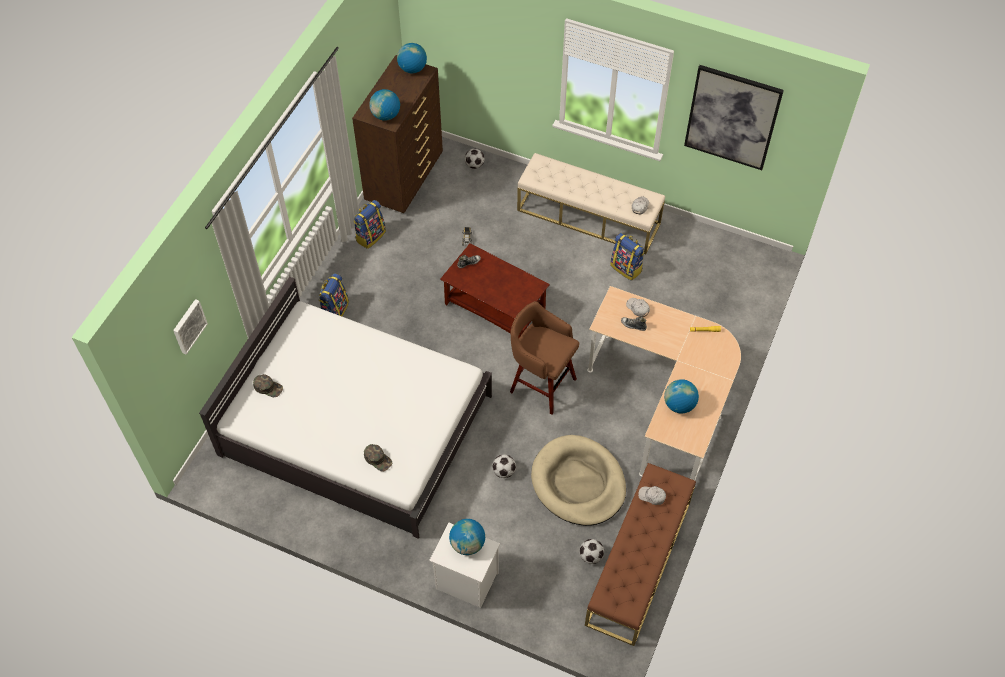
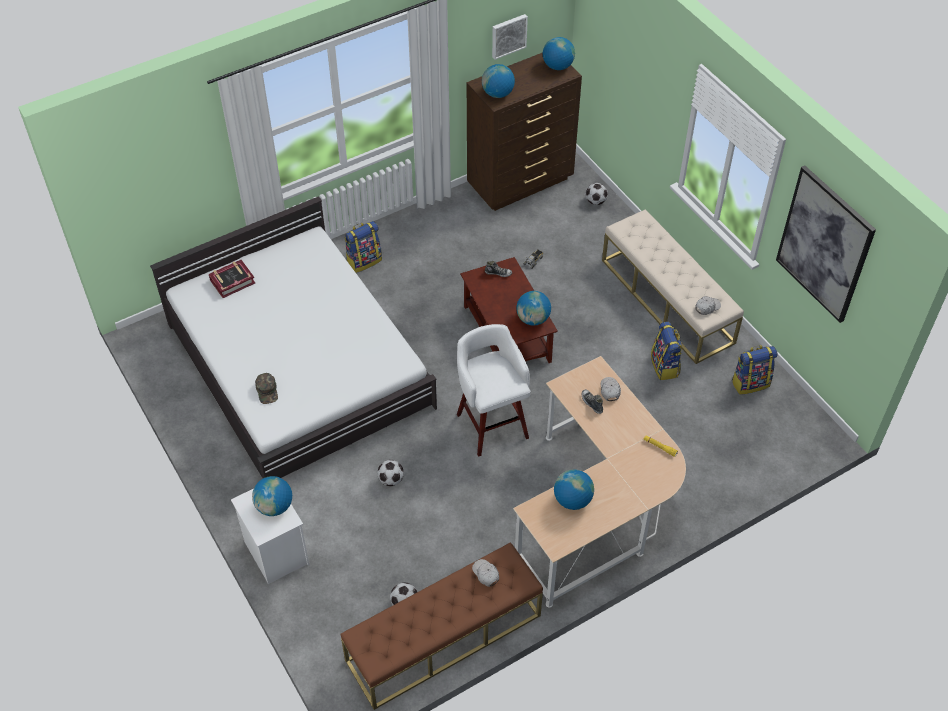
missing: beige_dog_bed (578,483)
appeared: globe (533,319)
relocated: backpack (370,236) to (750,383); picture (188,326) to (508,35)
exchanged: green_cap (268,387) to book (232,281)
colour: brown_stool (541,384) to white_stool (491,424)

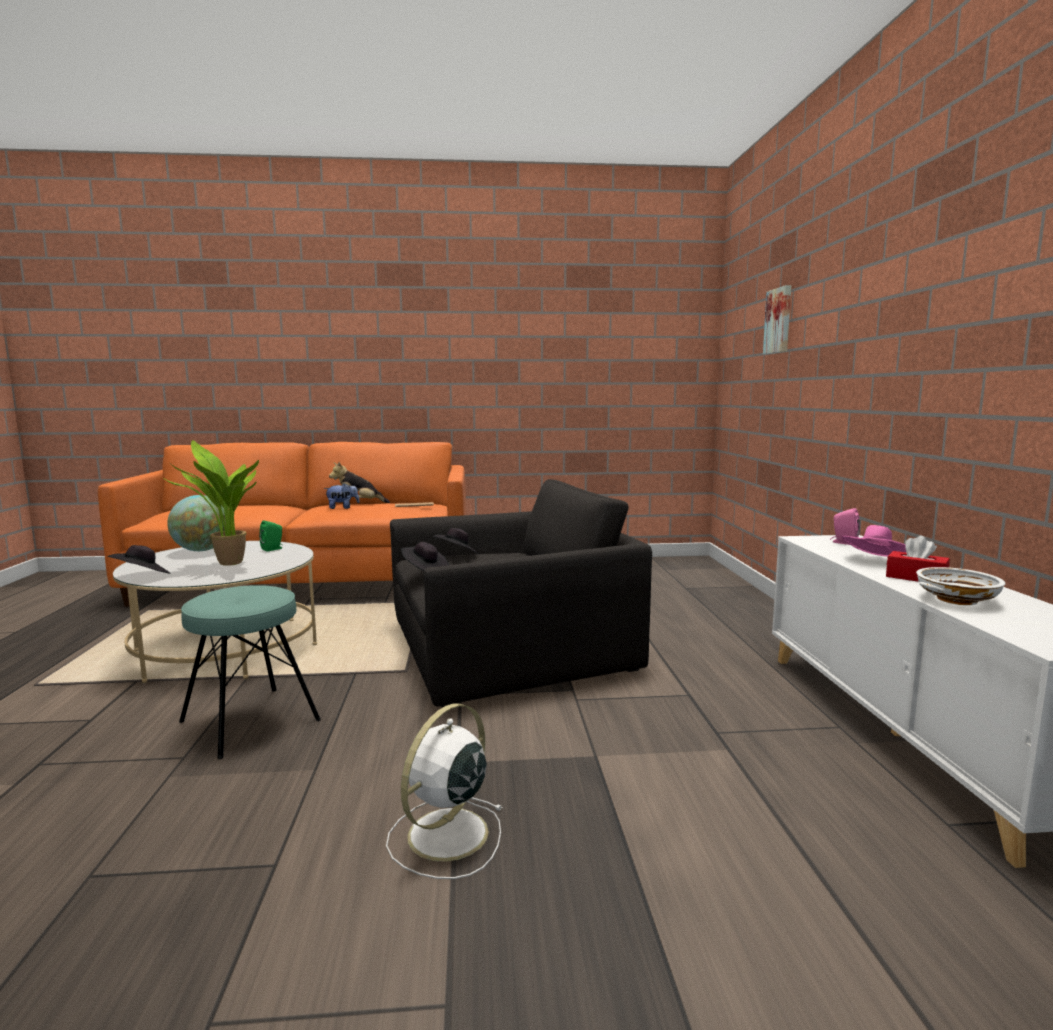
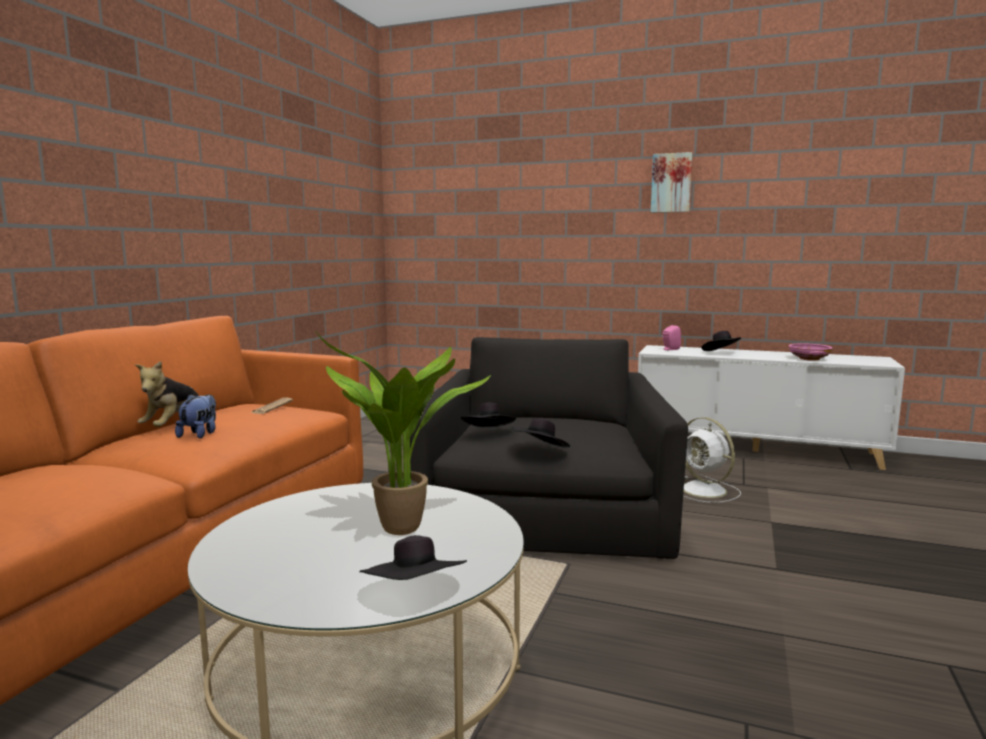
missing: globe (202,550); green_speaker (273,549); red_tissue_box (916,578); turquoise_stool (249,721)
relocated: picture (779,321) to (671,183); white_fan (445,836) to (705,490)
colour: pink_hat (874,561) to black_hat (721,353); white_bowl (956,599) to pink_bowl (808,359)

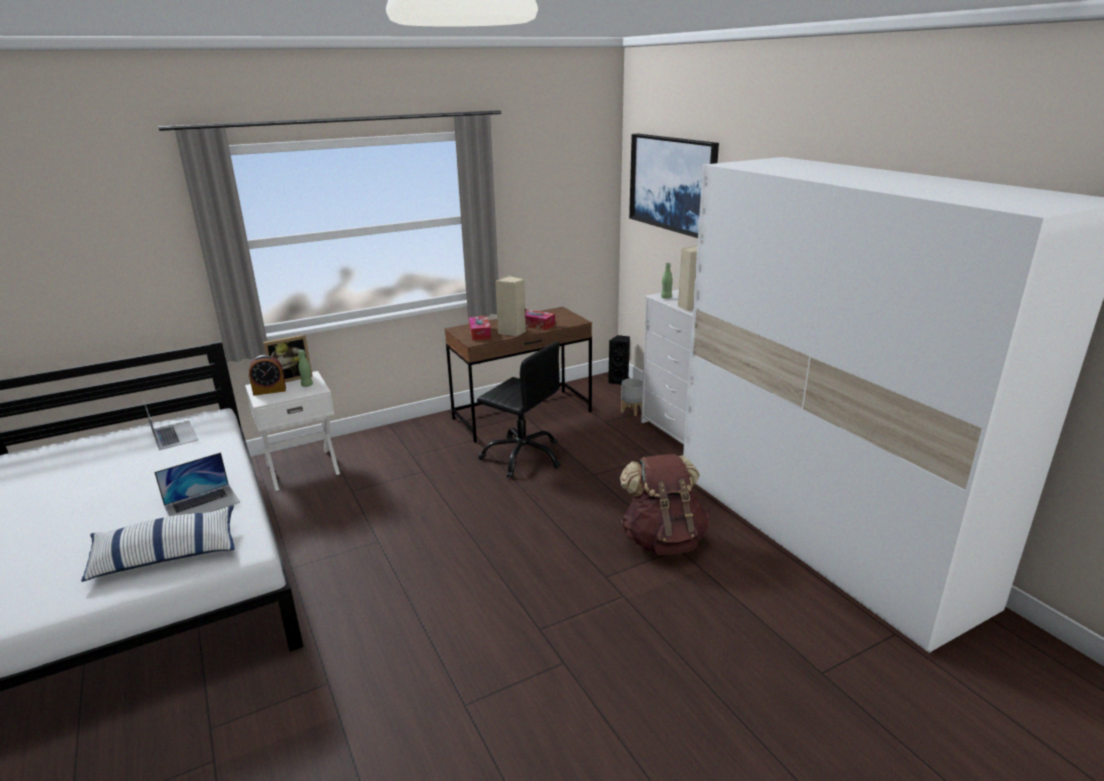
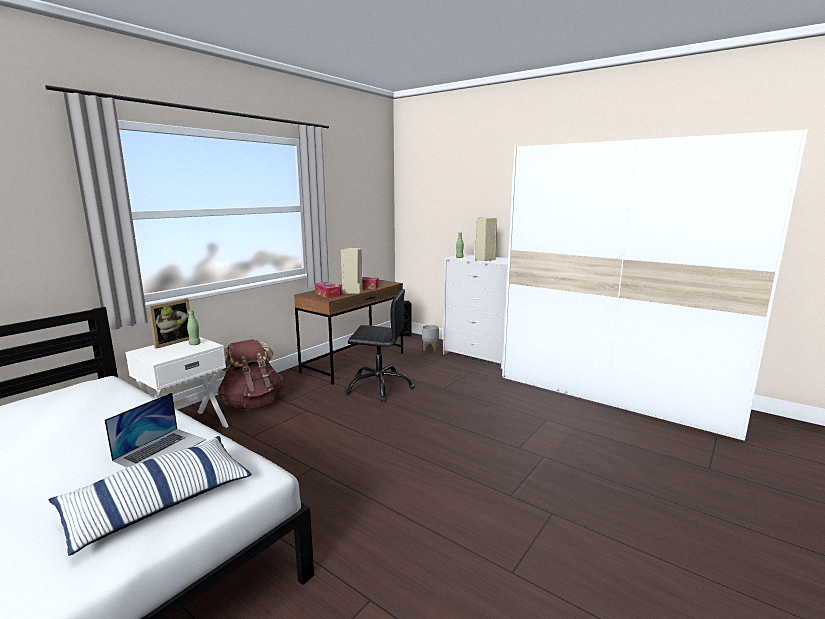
missing: picture (672,183); alarm_clock (269,390); laptop (174,435)
relocated: brown_backpack (663,540) to (252,403)

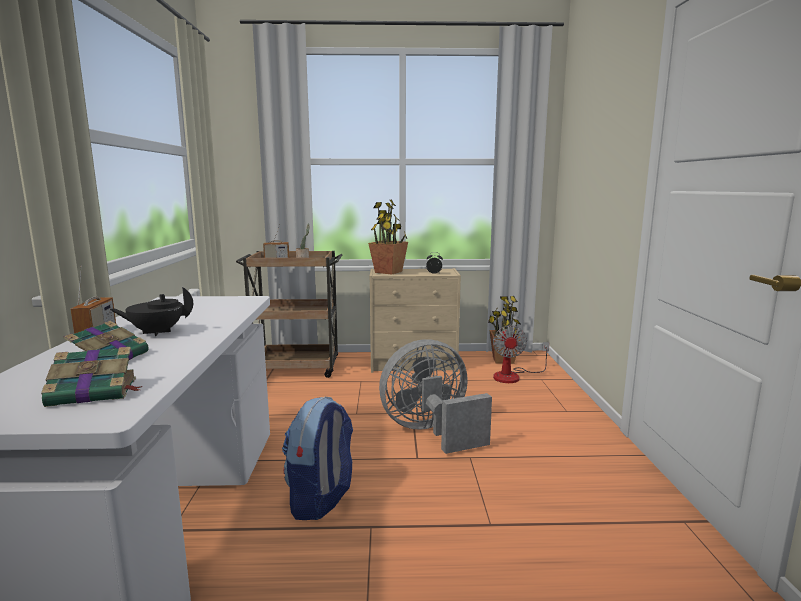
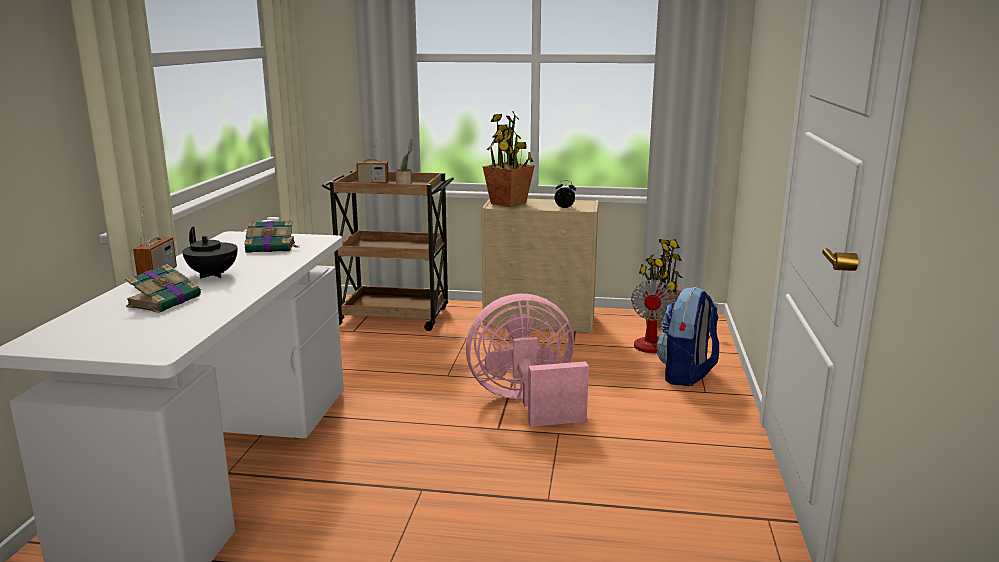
relocated: book (95,392) to (272,247); backpack (321,499) to (686,375)
colour: grey_fan (431,432) to pink_fan (526,402)
spun: black_teapot (156,332) = (213,275) 135 degrees counterclockwise

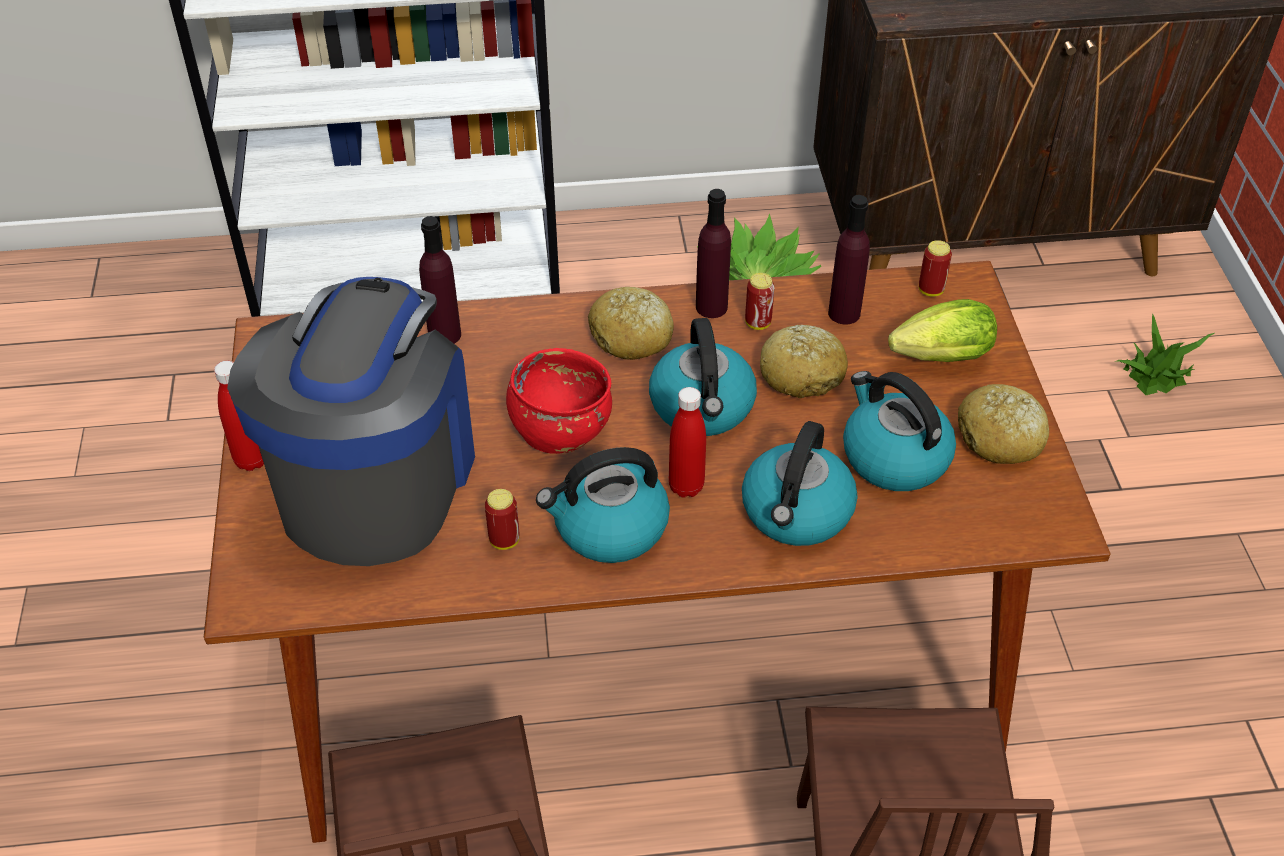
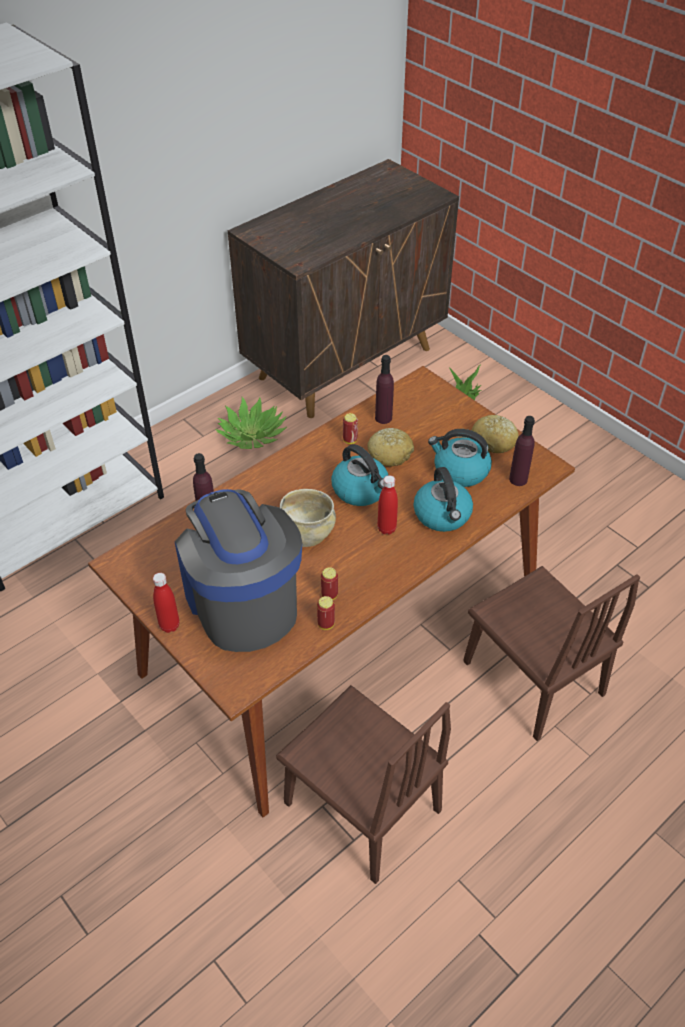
missing: bread (631,336); lettuce (936,358); kettle (609,528)
relocated: purple_bottle (711,307) to (518,479); can (931,290) to (326,624)
colour: red_bowl (560,430) to beige_bowl (307,533)

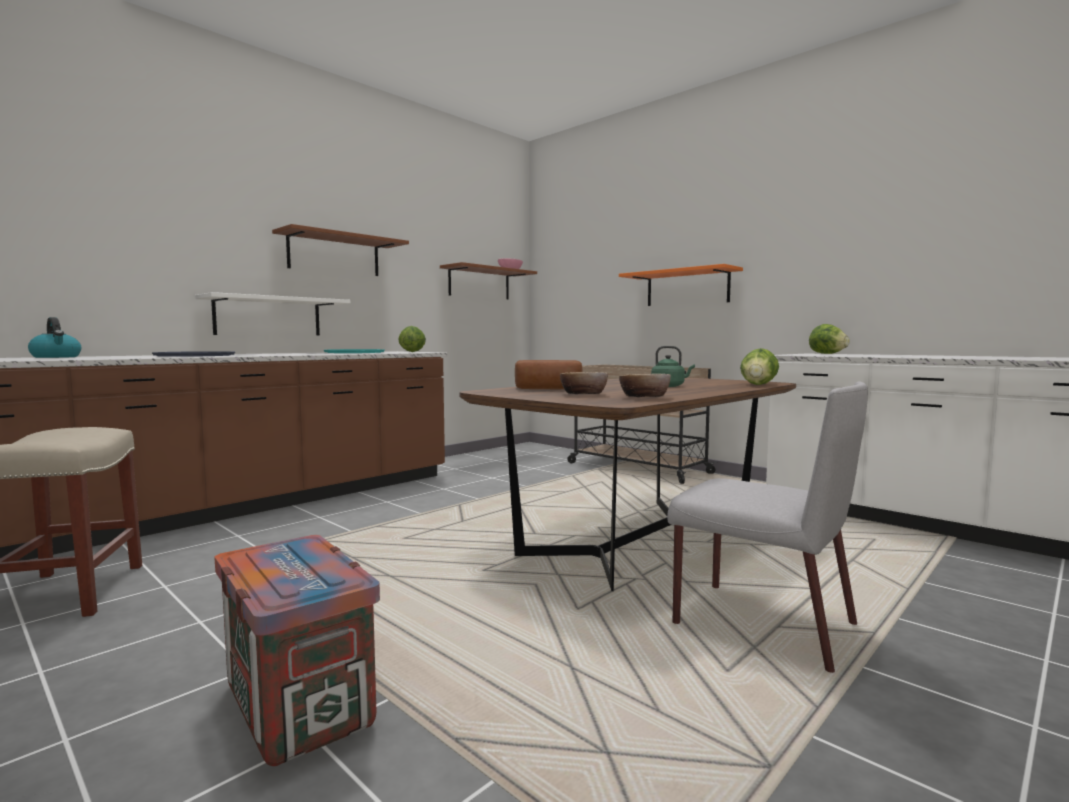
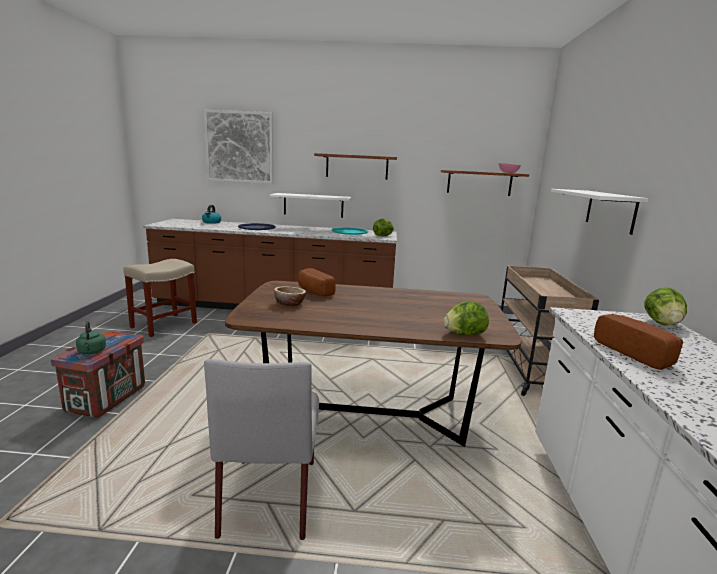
missing: bowl (644,397)
appeared: picture (239,147); bread (636,353)
relocated: green_kettle (669,386) to (92,352)
colour: orange_shelf (687,288) to white_shelf (610,210)

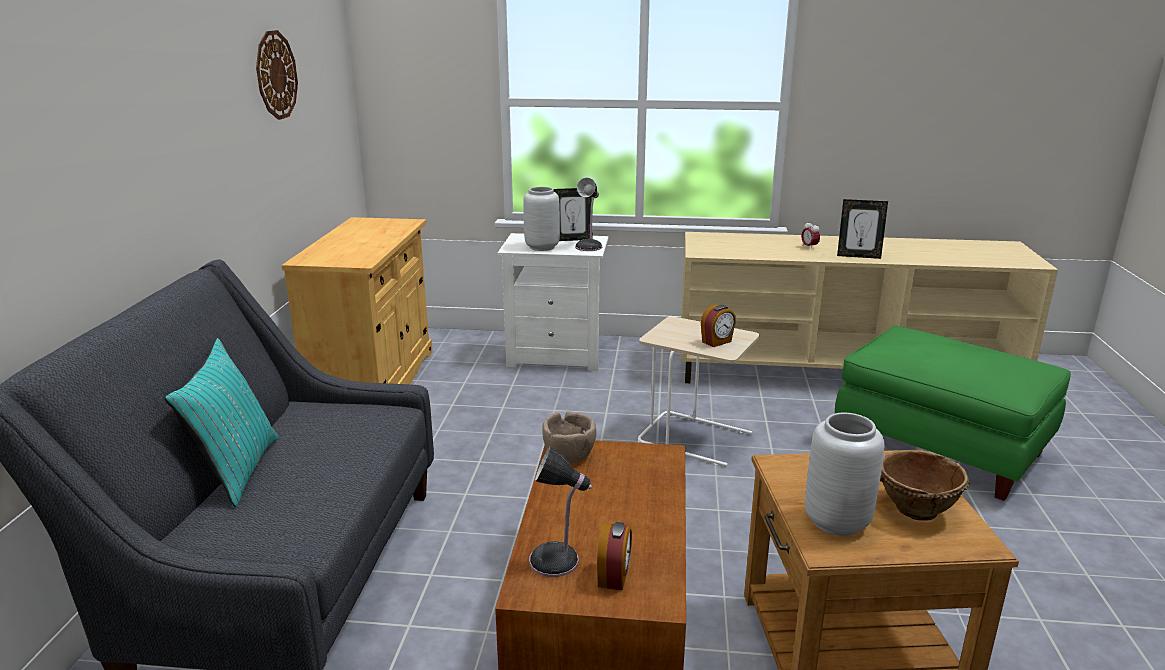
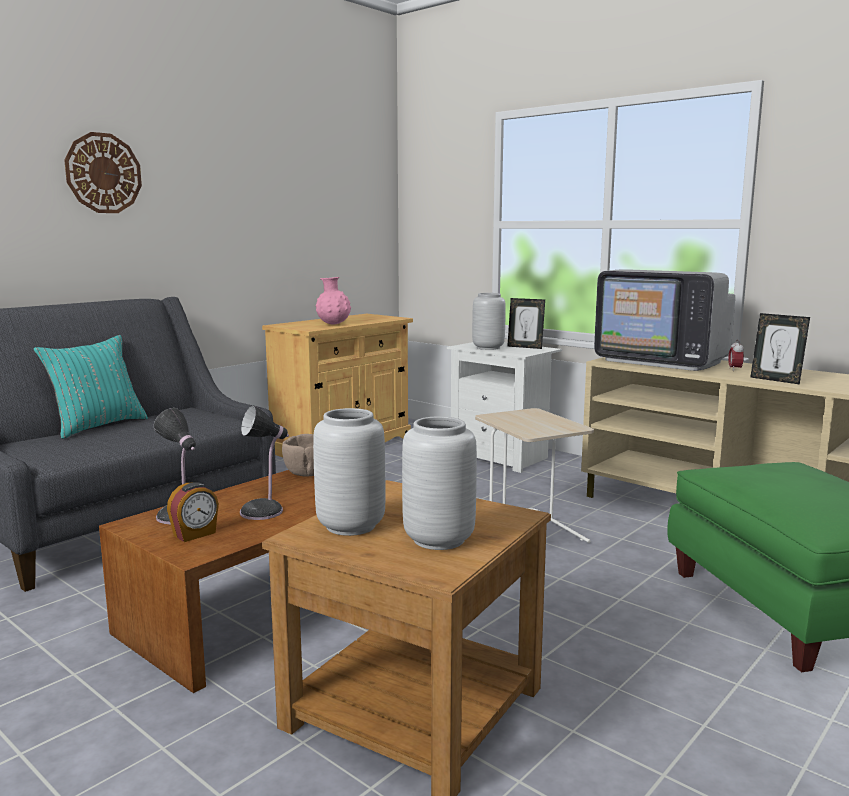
missing: alarm_clock (717,342)
appeared: television (661,361); pink_vase (333,324)
relocated: wall_clock (276,75) to (103,173); table_lamp (589,246) to (264,511)
exchanged: brown_bowl (915,510) to grey_vase (437,539)

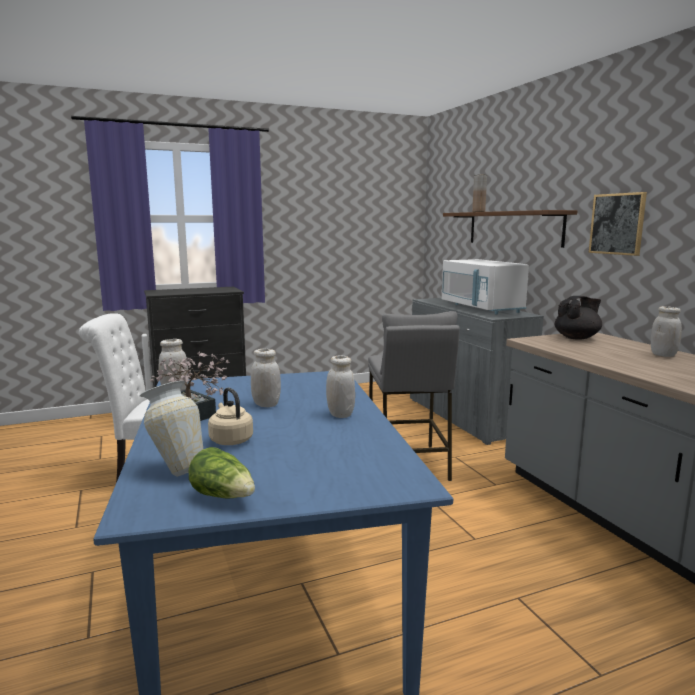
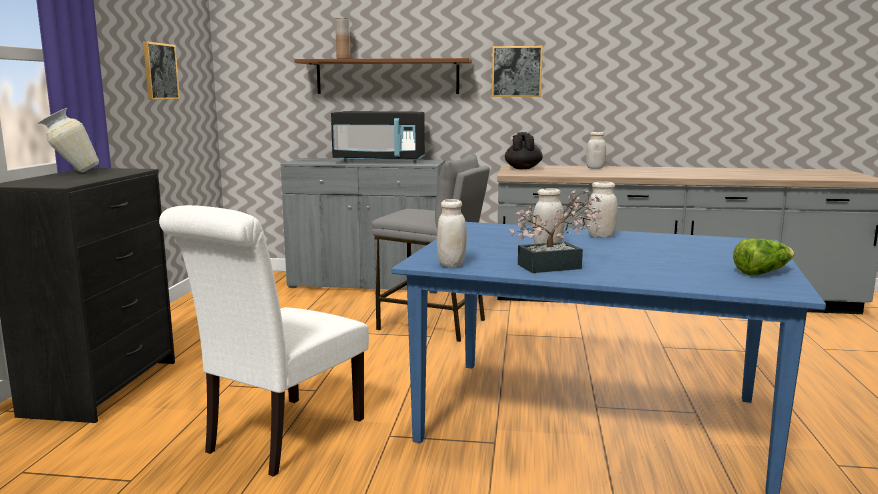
missing: beige_kettle (230,440)
appeared: picture (160,71)
relocated: vase (177,469) to (71,172)
colour: white_microwave (481,308) to black_microwave (380,161)

